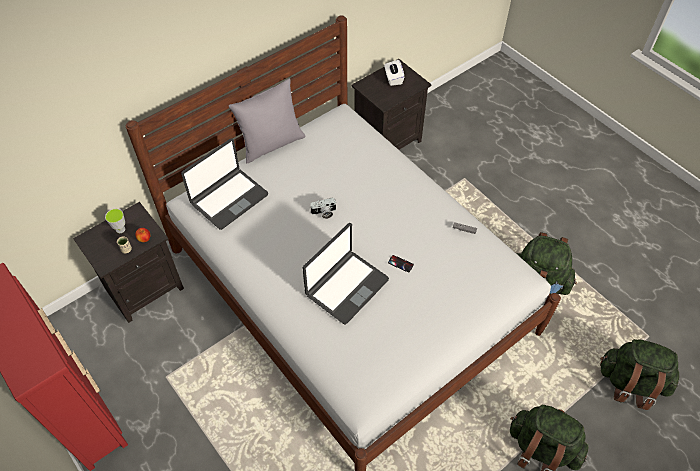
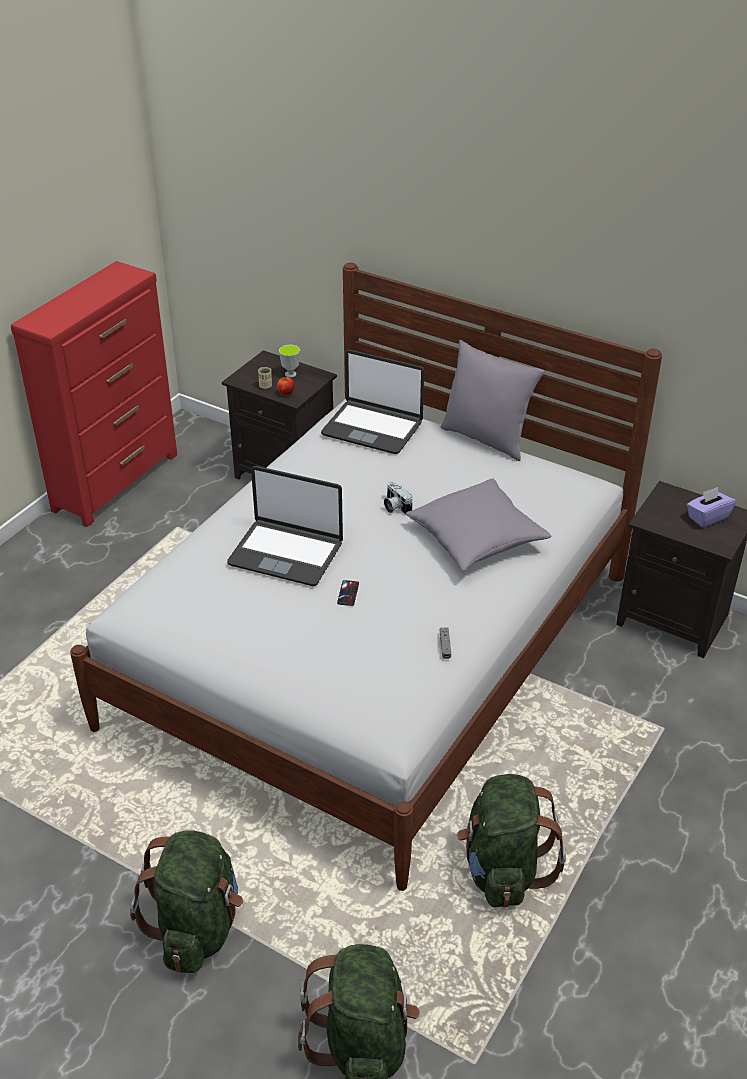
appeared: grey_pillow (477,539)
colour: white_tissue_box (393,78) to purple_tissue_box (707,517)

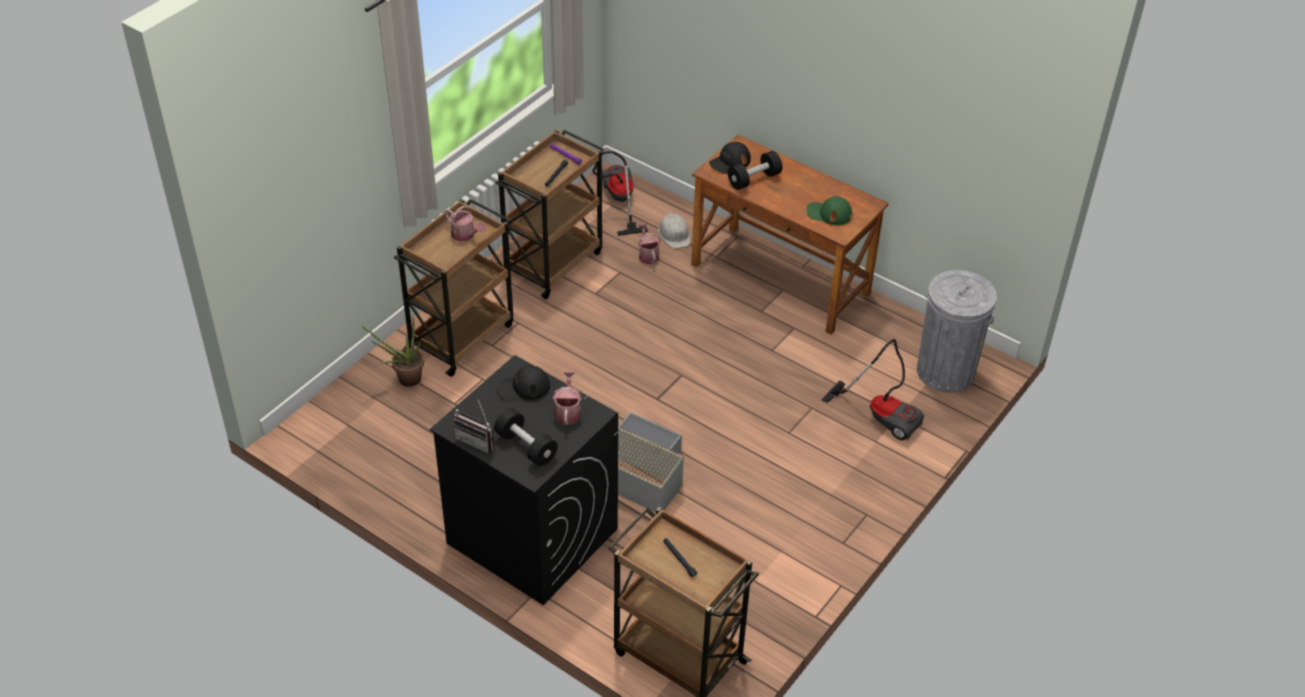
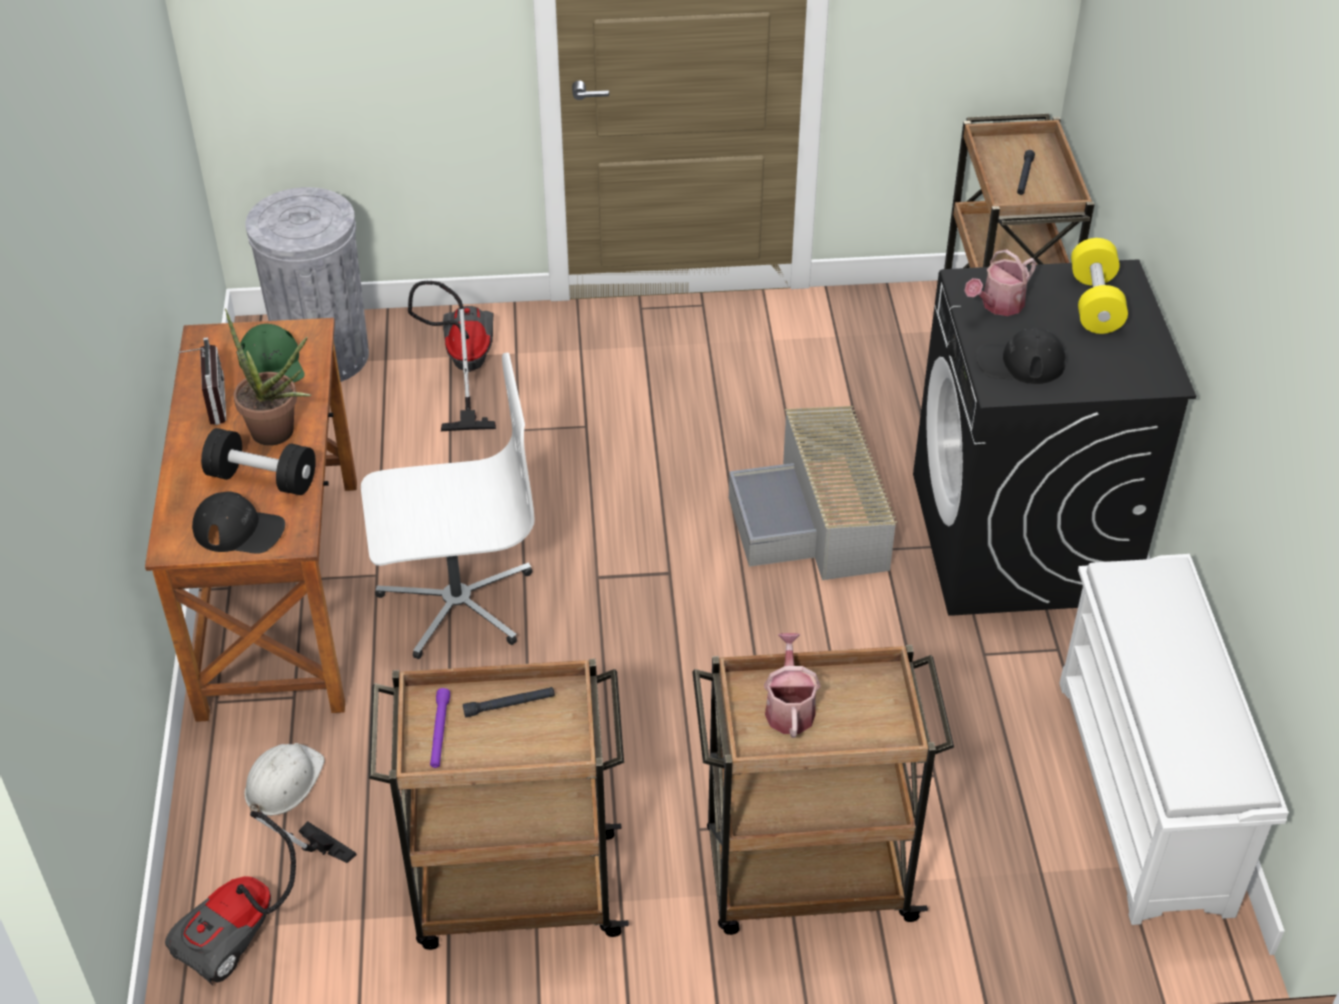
missing: watering_can (647,255)
appeared: white_office_chair (456,601); white_shoe_rack (1146,796)
relocated: potted_plant (404,379) to (280,435); radio (478,440) to (208,404)
colour: black_dumbbell (526,446) to yellow_dumbbell (1095,303)
spun: black_cap (523,387) = (1019,363) 150 degrees clockwise

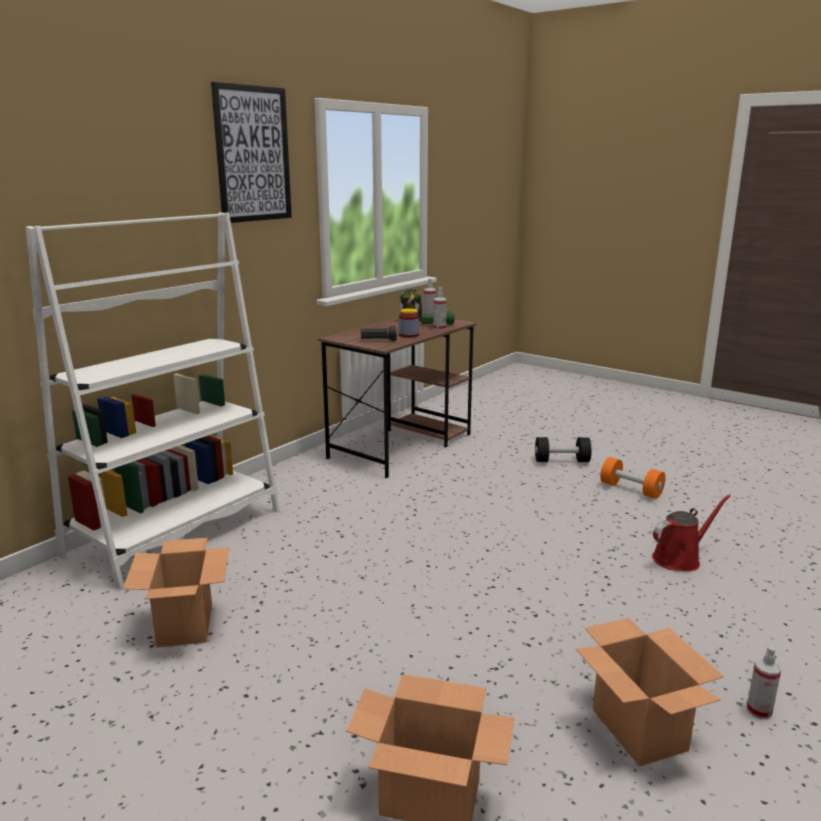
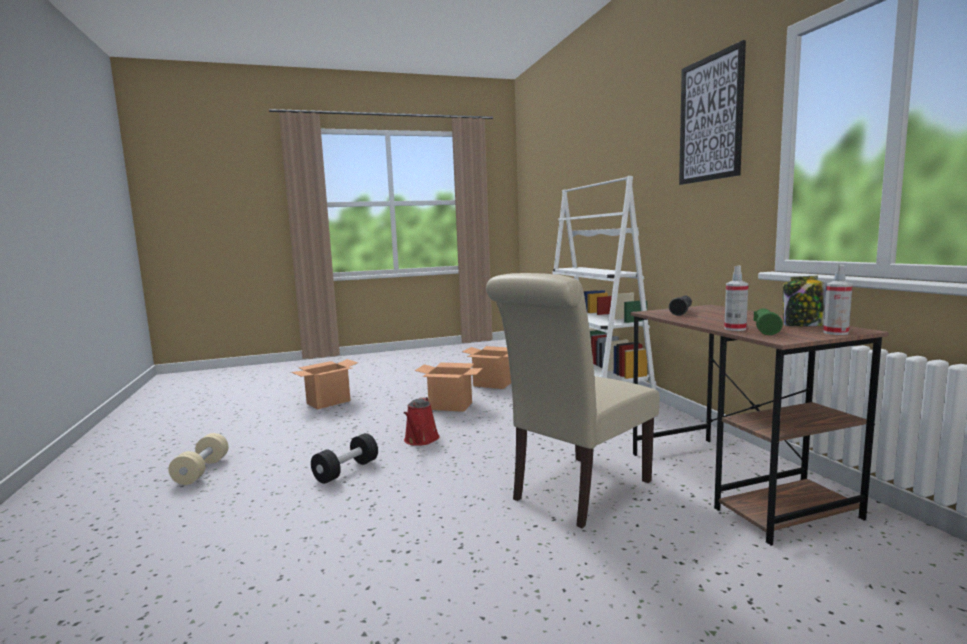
missing: jar (409,335); orange_dumbbell (631,489)
appeared: beige_chair (576,492)
relocated: black_dumbbell (561,461) to (346,471); red_watering_can (680,558) to (420,440); cardboard_box (637,729) to (451,406)
exchanged: spray_bottle (759,710) to beige_dumbbell (202,471)

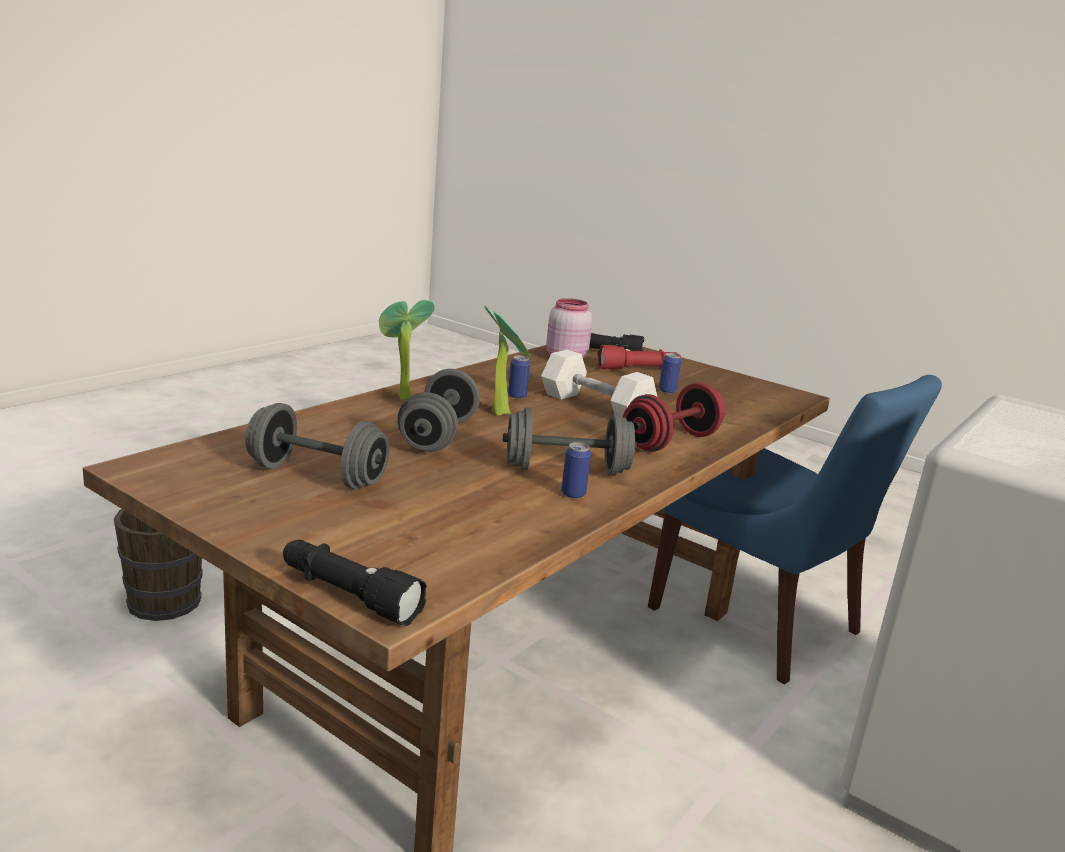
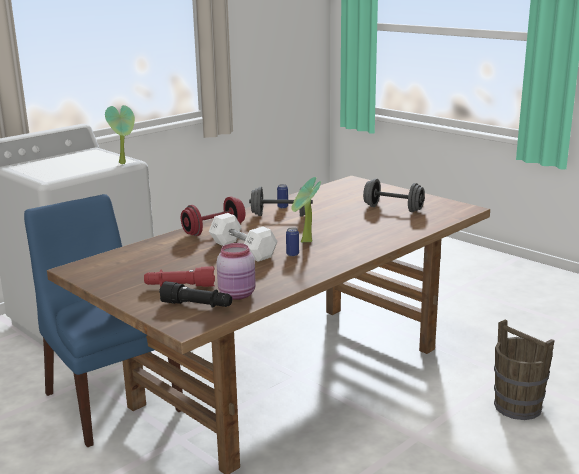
missing: can (667,391); grey_dumbbell (438,436); black_flashlight (348,595)
relocated: potted_plant (400,398) to (124,163)

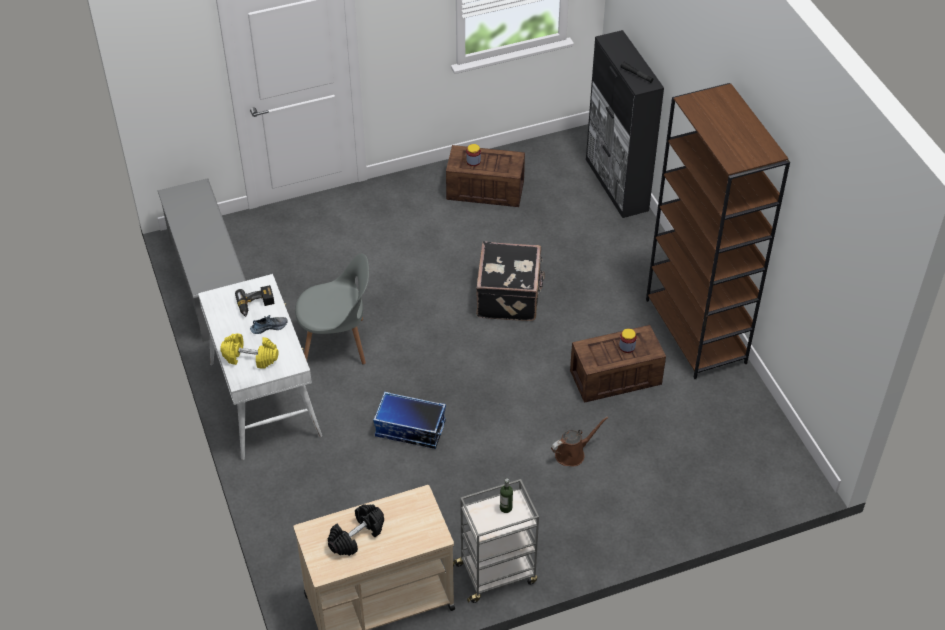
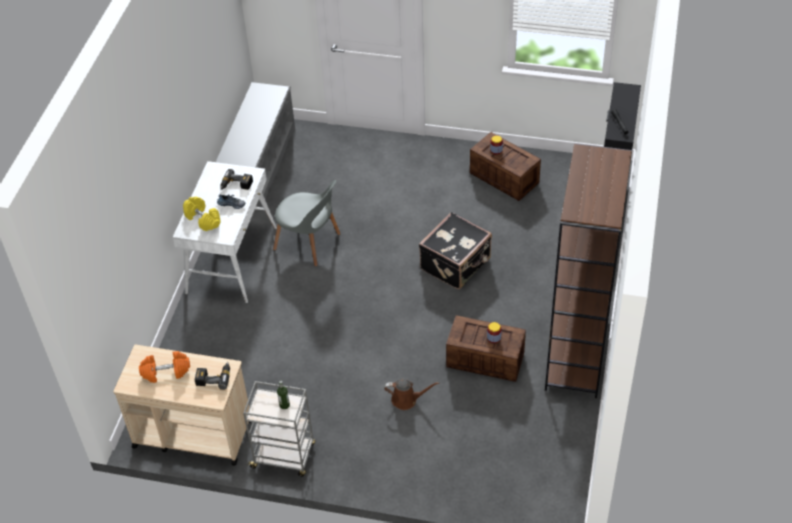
missing: storage_box (409,430)
appeared: power_drill (214,377)
colour: black_dumbbell (356,537) to orange_dumbbell (166,372)

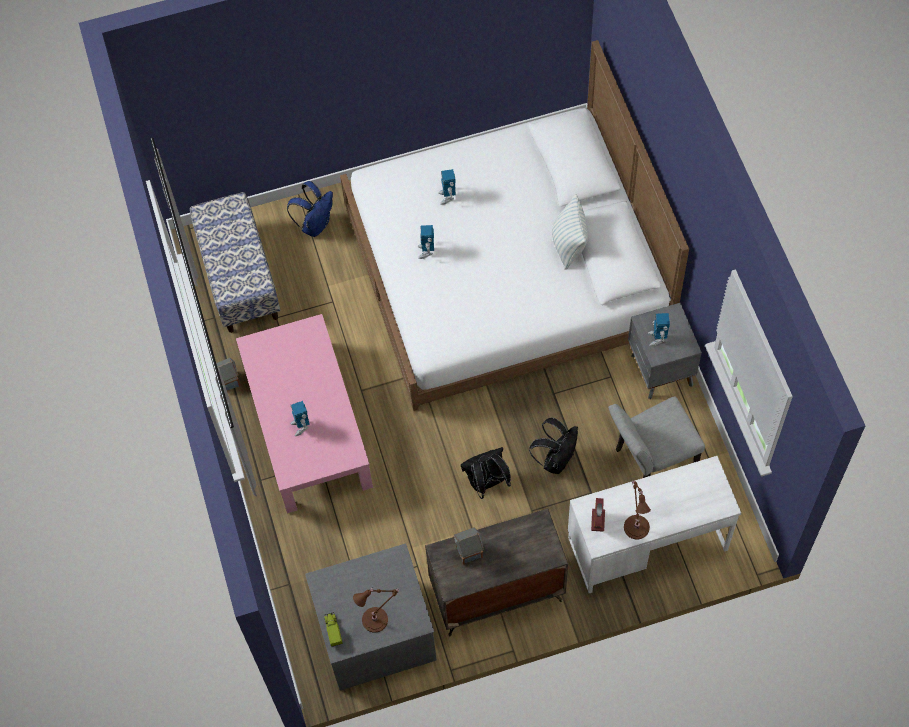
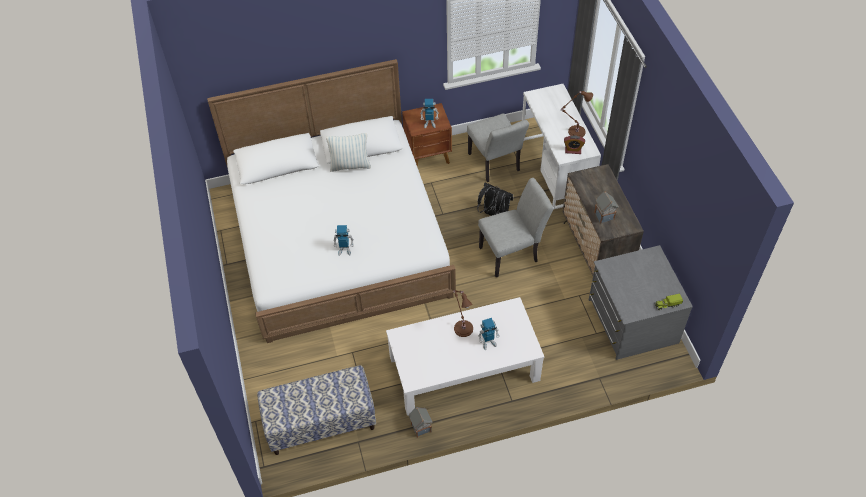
missing: toy_robot (447,197); blue_backpack (315,224)
relocated: brown_table_lamp (377,619) to (463,327)
exchanged: black_backpack (487,483) to grey_chair (512,253)
colour: grey_nightstand (661,371) to brown_nightstand (428,156); pink_coffee_table (308,426) to white_coffee_table (464,368)

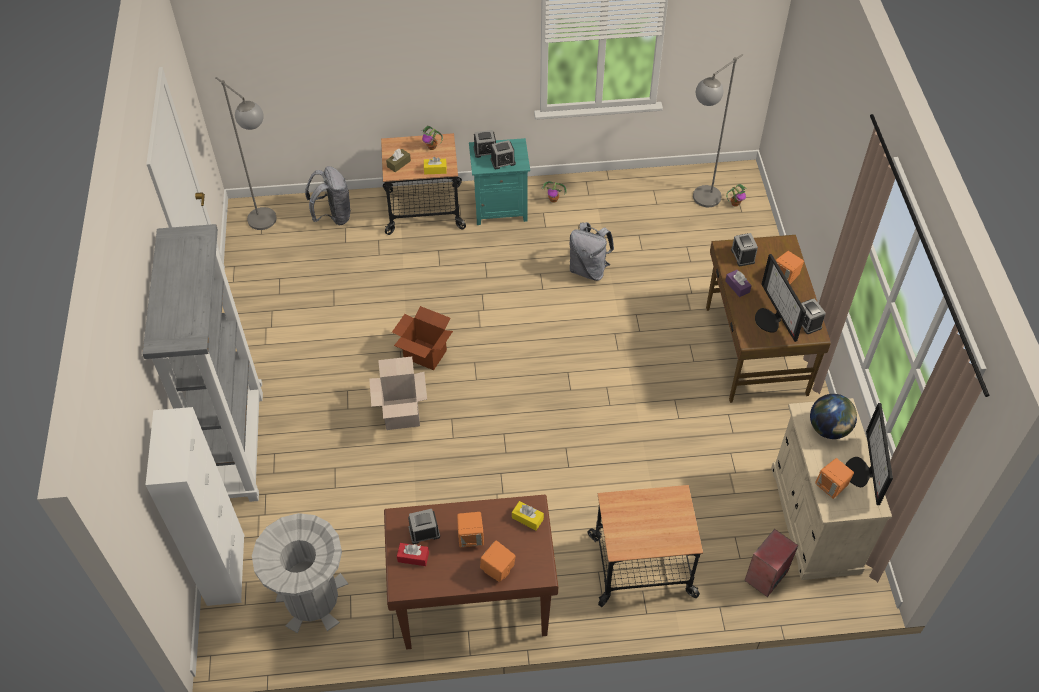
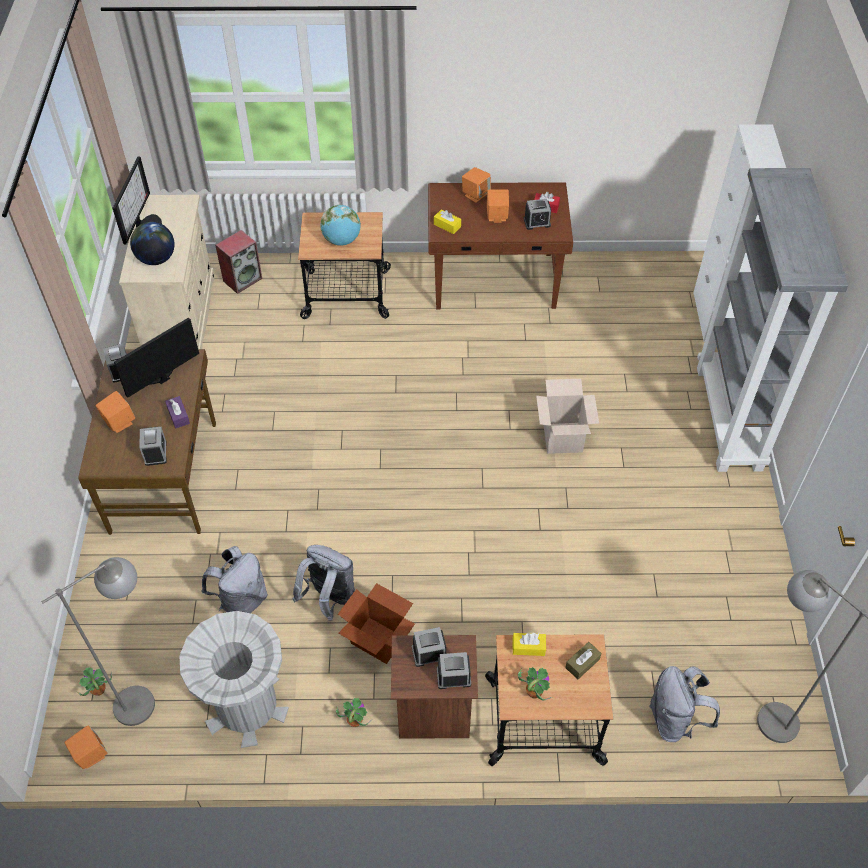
appeared: globe (342,240); grey_backpack (241,601)
relocated: cardboard_box (424,354) to (378,640); orange_speaker (831,487) to (90,754); grey_trash_can (312,599) to (247,707)
colour: turquoise_nightstand (500,208) to brown_nightstand (434,712)
spun: monitor (770,320) = (159,376) 120 degrees counterclockwise

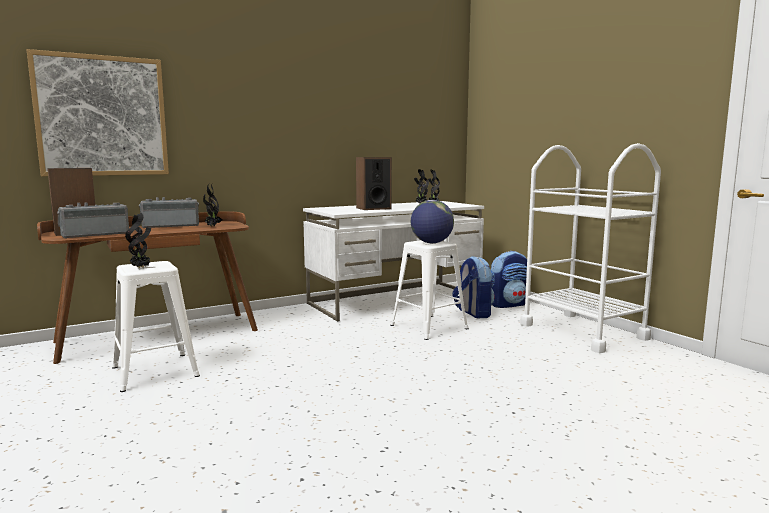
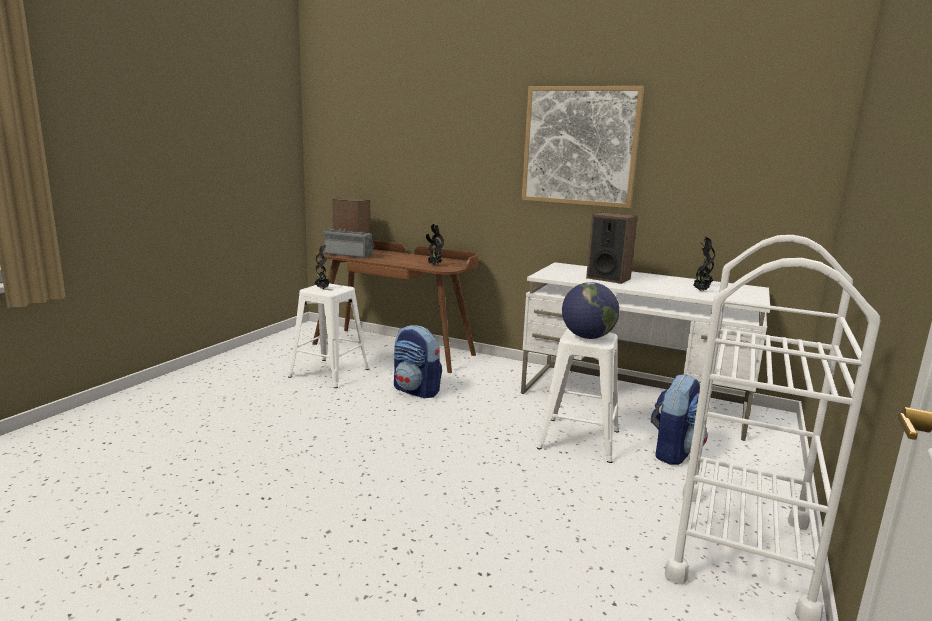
missing: radio (171,226)
relocated: picture (102,116) to (580,146); backpack (509,304) to (417,391)

